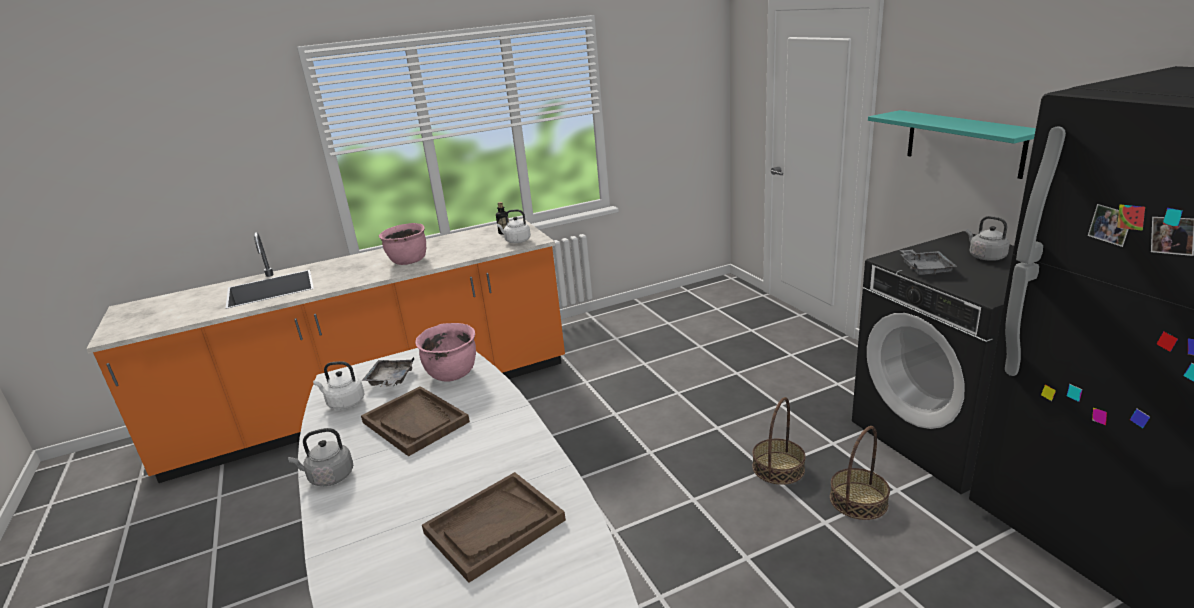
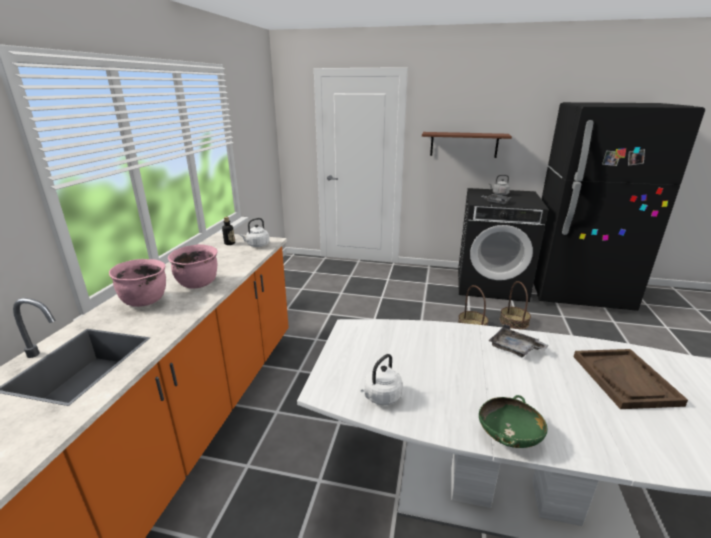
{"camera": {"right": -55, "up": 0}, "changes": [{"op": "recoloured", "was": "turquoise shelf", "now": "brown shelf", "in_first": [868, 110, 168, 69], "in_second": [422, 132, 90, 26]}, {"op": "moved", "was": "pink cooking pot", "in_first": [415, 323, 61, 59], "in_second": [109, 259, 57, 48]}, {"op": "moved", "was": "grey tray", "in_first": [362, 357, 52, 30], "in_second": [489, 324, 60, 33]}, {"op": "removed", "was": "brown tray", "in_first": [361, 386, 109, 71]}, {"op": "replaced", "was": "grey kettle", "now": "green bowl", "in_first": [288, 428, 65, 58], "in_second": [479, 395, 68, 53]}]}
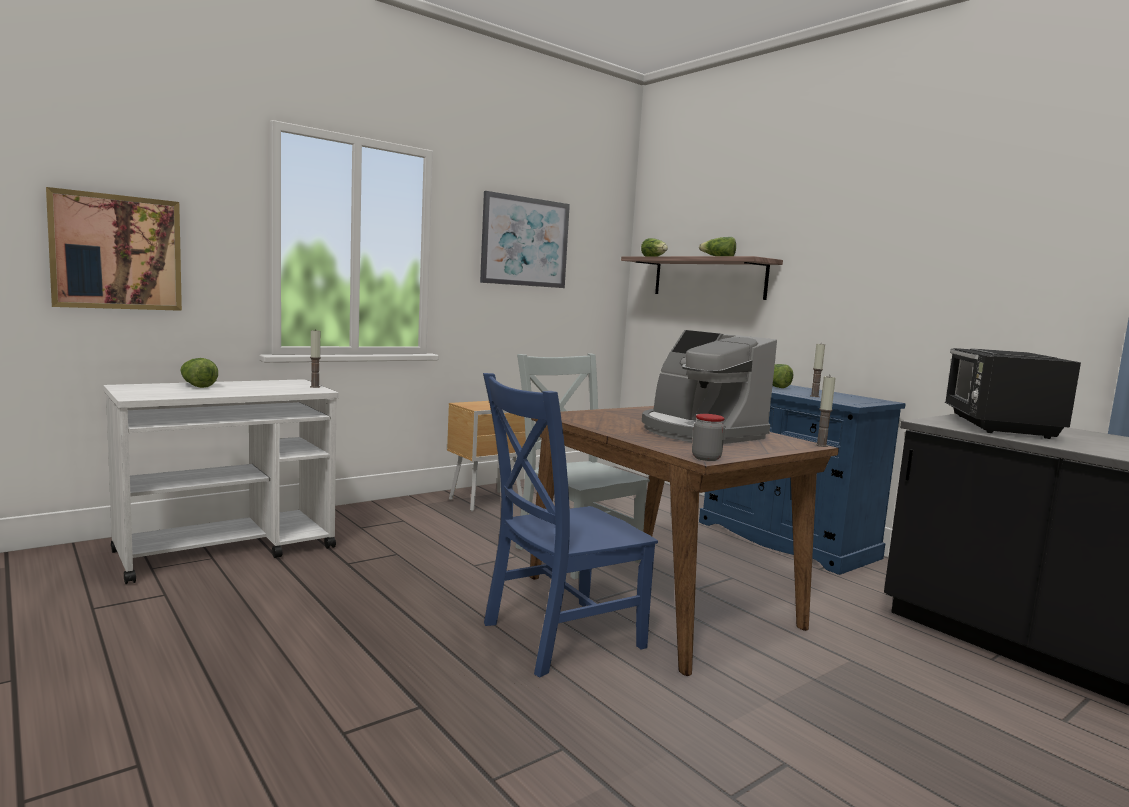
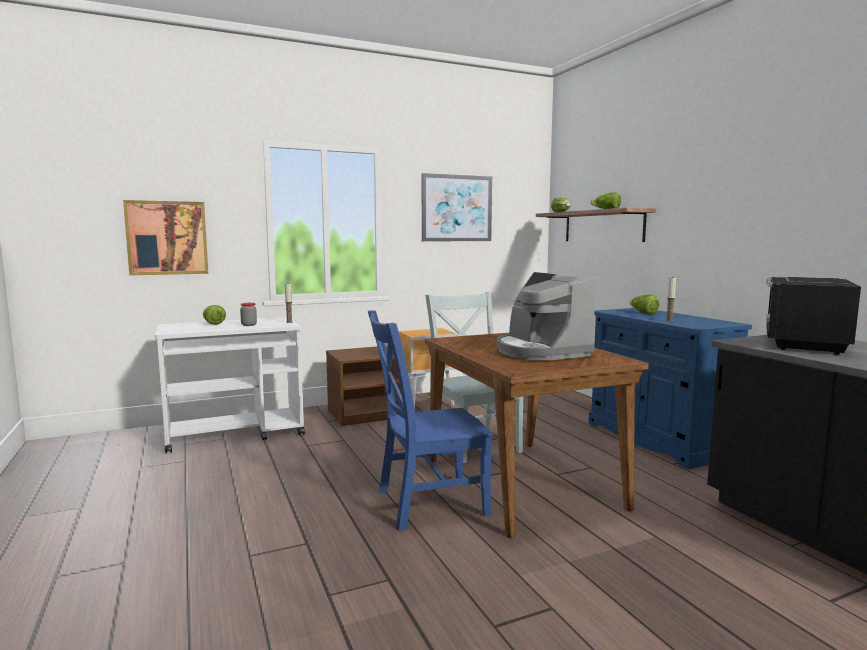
{"camera": {"right": 15, "up": 0}, "changes": [{"op": "removed", "was": "candle", "in_first": [815, 376, 21, 71]}, {"op": "moved", "was": "jar", "in_first": [692, 414, 33, 47], "in_second": [240, 303, 17, 23]}, {"op": "added", "now": "brown nightstand", "in_second": [326, 346, 76, 80]}]}
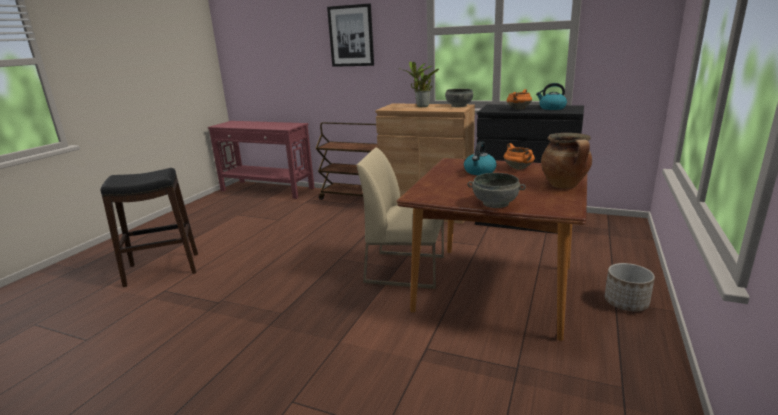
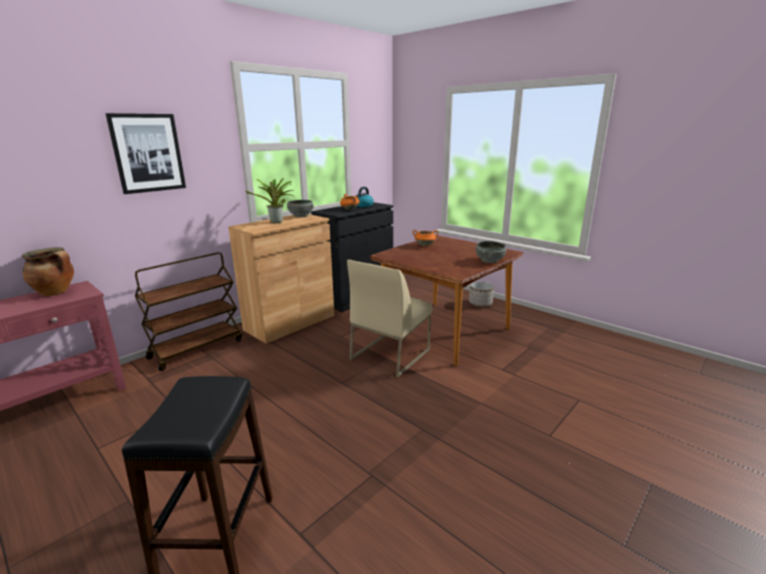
{"camera": {"right": -70, "up": 0}, "changes": [{"op": "moved", "was": "cooking pot", "in_first": [541, 133, 51, 56], "in_second": [22, 247, 52, 49]}, {"op": "removed", "was": "kettle", "in_first": [464, 141, 33, 34]}]}
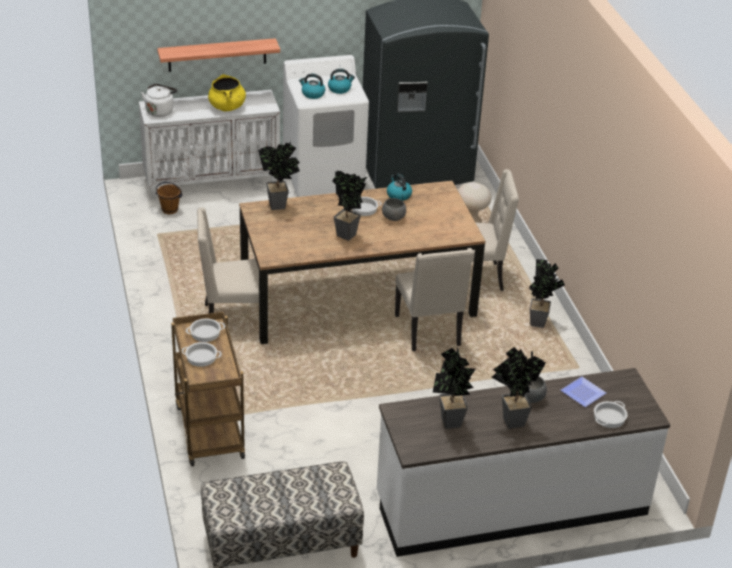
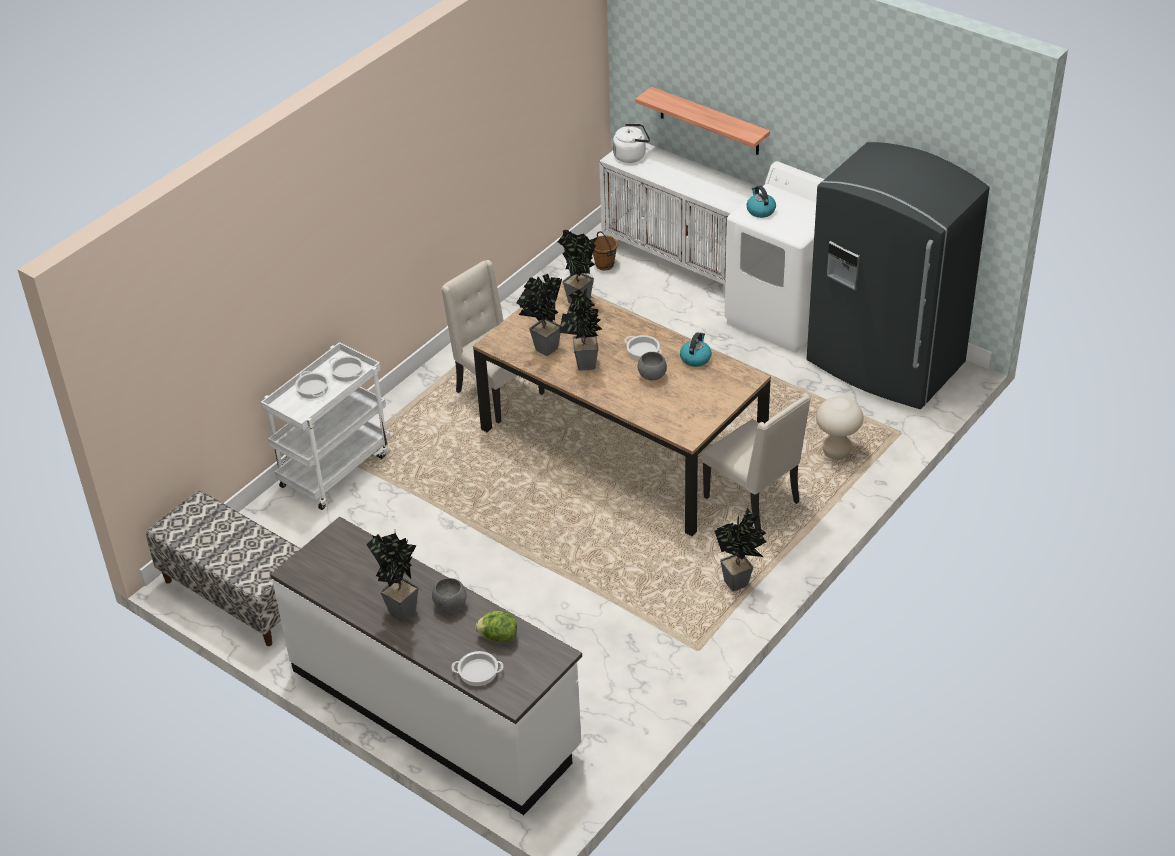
{"camera": {"right": 55, "up": 5}, "changes": [{"op": "removed", "was": "kettle", "in_first": [328, 69, 27, 25]}, {"op": "removed", "was": "yellow cooking pot", "in_first": [208, 74, 38, 37]}, {"op": "removed", "was": "beige chair", "in_first": [395, 248, 78, 103]}, {"op": "recoloured", "was": "brown cart", "now": "white cart", "in_first": [171, 312, 74, 154], "in_second": [261, 342, 130, 168]}, {"op": "moved", "was": "potted plant", "in_first": [433, 347, 43, 82], "in_second": [516, 274, 46, 82]}, {"op": "replaced", "was": "plate", "now": "lettuce", "in_first": [561, 376, 45, 31], "in_second": [476, 610, 41, 32]}]}
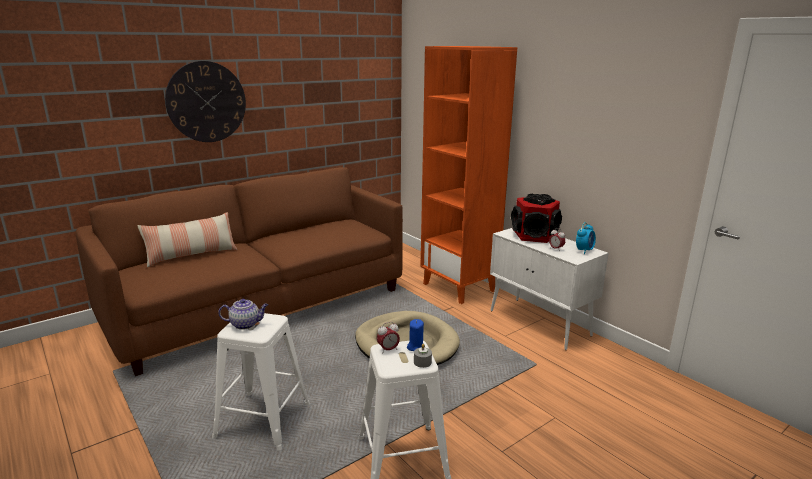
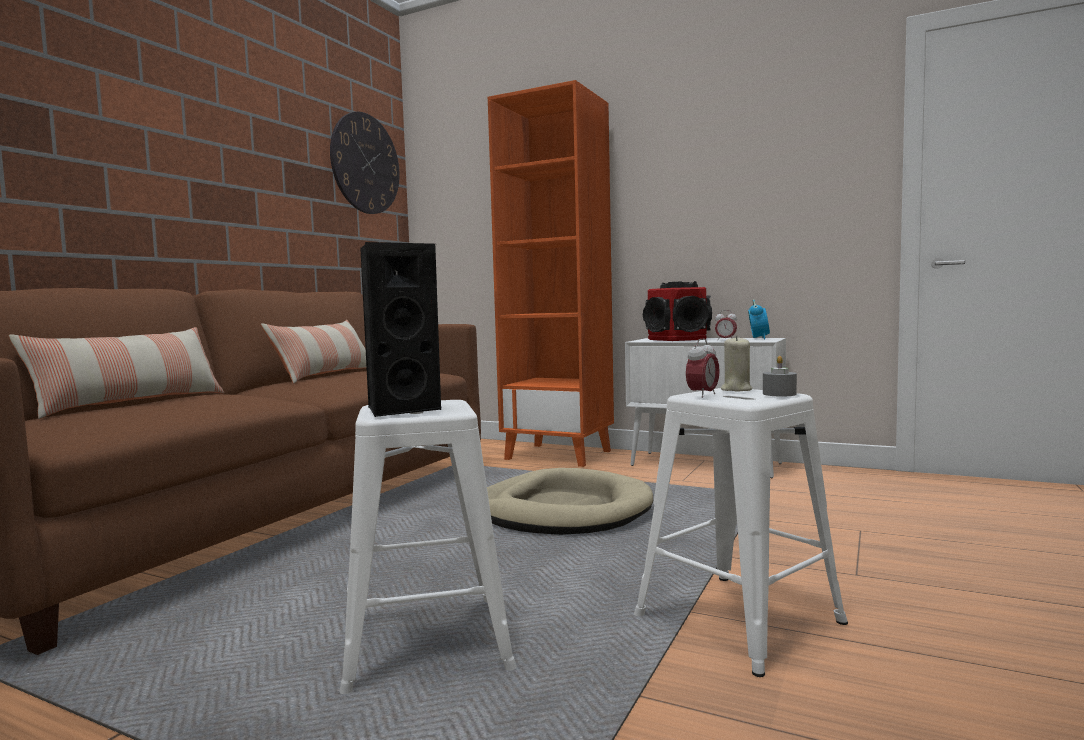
{"camera": {"right": -25, "up": -15}, "changes": [{"op": "moved", "was": "wall clock", "in_first": [165, 61, 81, 81], "in_second": [330, 112, 70, 102]}, {"op": "replaced", "was": "teapot", "now": "black speaker", "in_first": [218, 299, 50, 31], "in_second": [360, 242, 83, 175]}, {"op": "recoloured", "was": "blue candle", "now": "beige candle", "in_first": [407, 319, 18, 32], "in_second": [721, 335, 31, 57]}, {"op": "added", "now": "pillow", "in_second": [261, 320, 105, 64]}]}
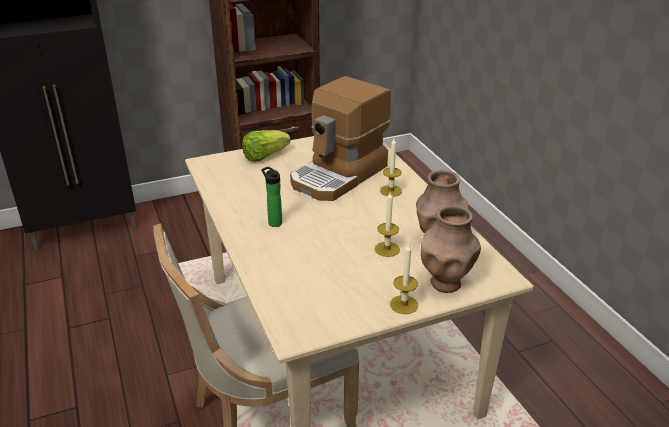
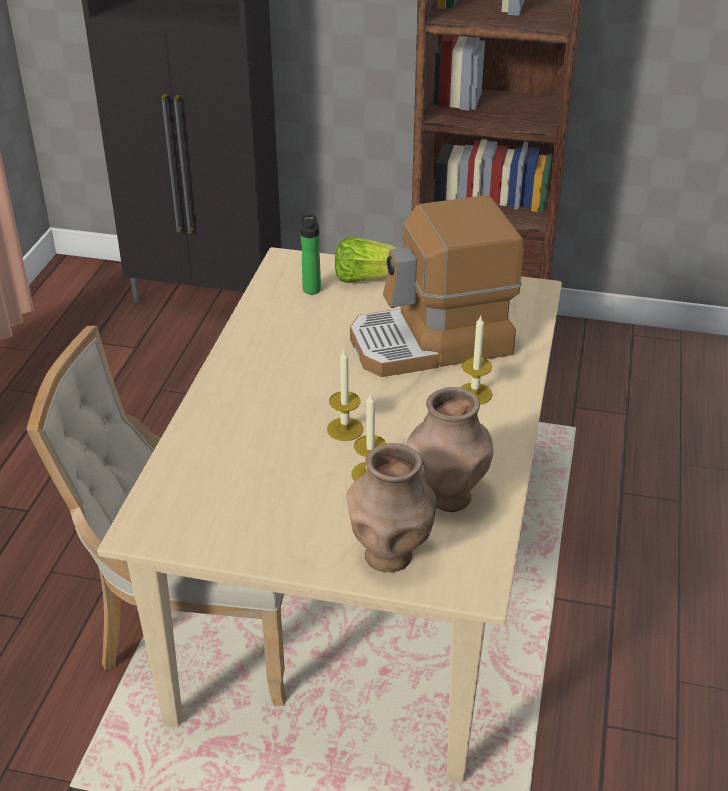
{"camera": {"right": 35, "up": 5}, "changes": [{"op": "moved", "was": "bottle", "in_first": [261, 166, 21, 61], "in_second": [300, 214, 21, 81]}, {"op": "moved", "was": "candle", "in_first": [390, 243, 28, 71], "in_second": [327, 350, 36, 91]}]}
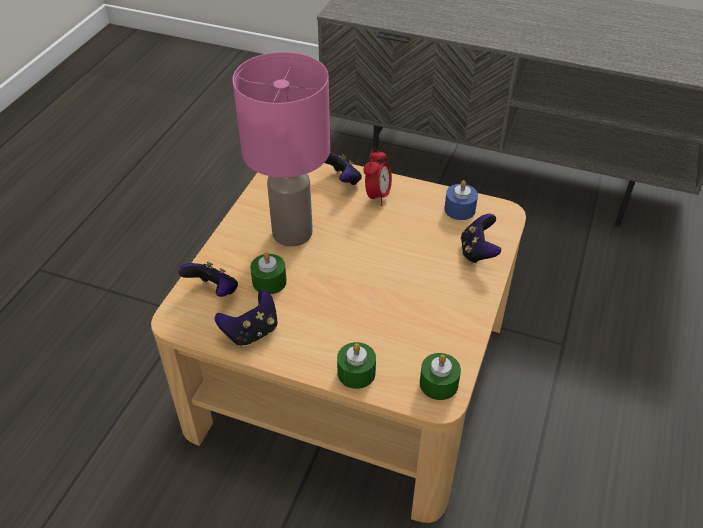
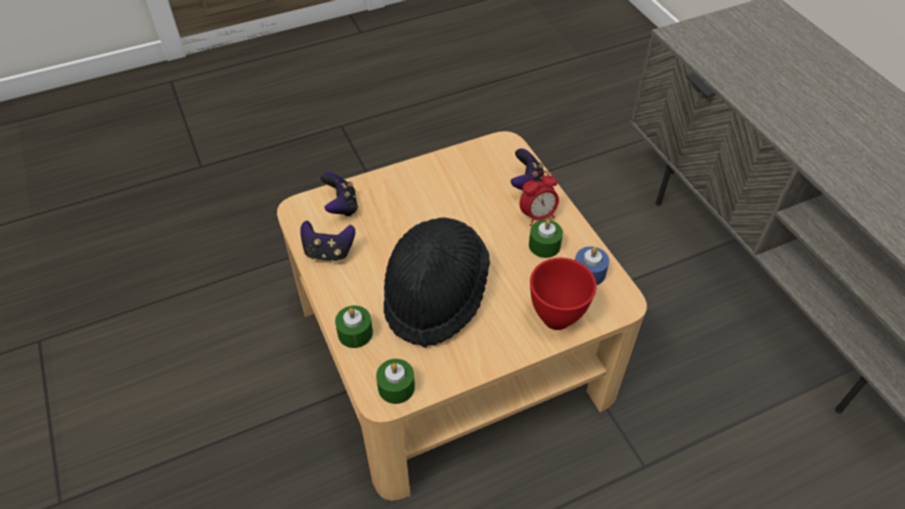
{"camera": {"right": 45, "up": 5}, "changes": [{"op": "removed", "was": "pink table lamp", "in_first": [232, 52, 98, 195]}, {"op": "replaced", "was": "game controller", "now": "red bowl", "in_first": [461, 214, 40, 50], "in_second": [530, 258, 66, 72]}, {"op": "moved", "was": "green candle", "in_first": [250, 252, 37, 42], "in_second": [529, 219, 34, 39]}, {"op": "added", "now": "black hat", "in_second": [384, 218, 106, 130]}]}
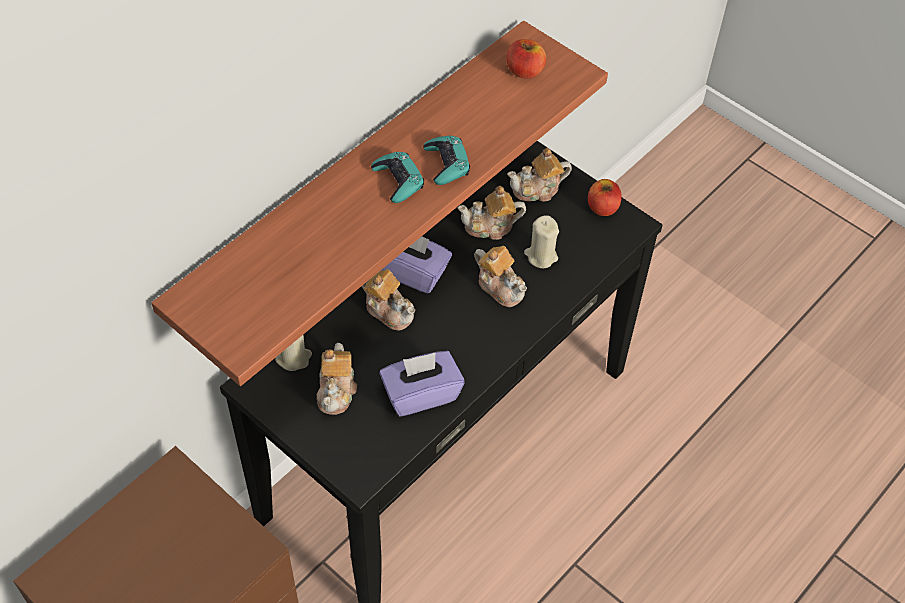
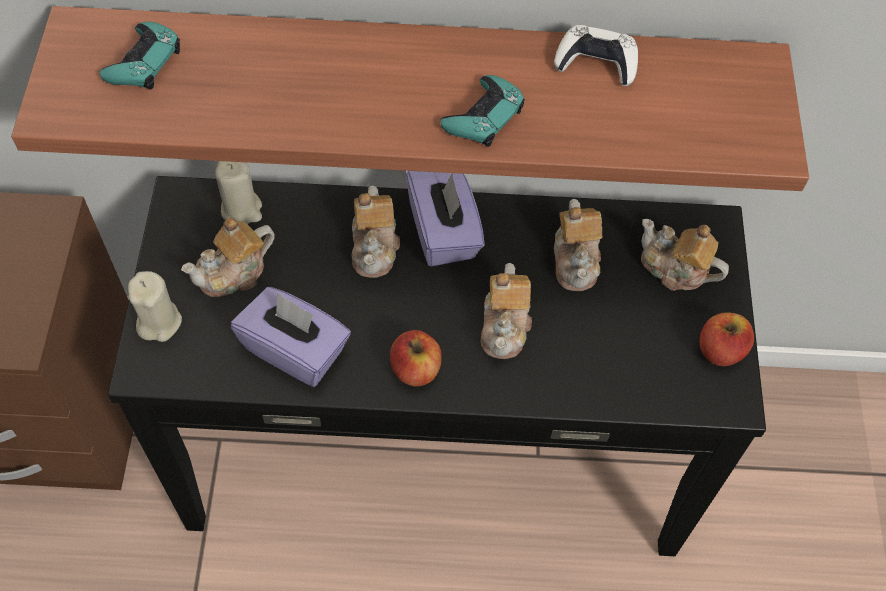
{"camera": {"right": 50, "up": 5}, "changes": [{"op": "moved", "was": "apple", "in_first": [506, 39, 40, 40], "in_second": [390, 330, 52, 56]}, {"op": "moved", "was": "turquoise game controller", "in_first": [371, 152, 53, 51], "in_second": [100, 22, 80, 68]}, {"op": "turned", "was": "teapot", "in_first": [458, 186, 68, 54], "in_second": [554, 199, 49, 92], "clockwise": -135}, {"op": "moved", "was": "beige candle", "in_first": [524, 215, 35, 53], "in_second": [128, 271, 54, 71]}, {"op": "added", "now": "white game controller", "in_second": [554, 25, 84, 61]}]}
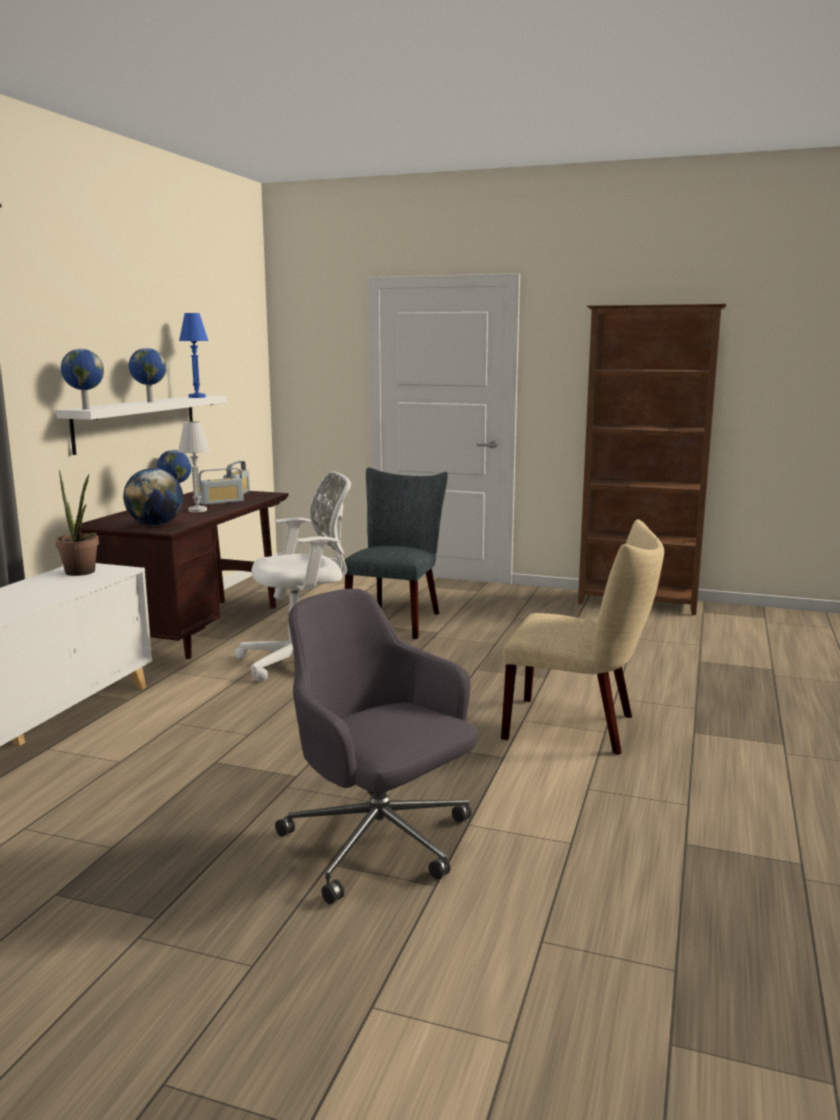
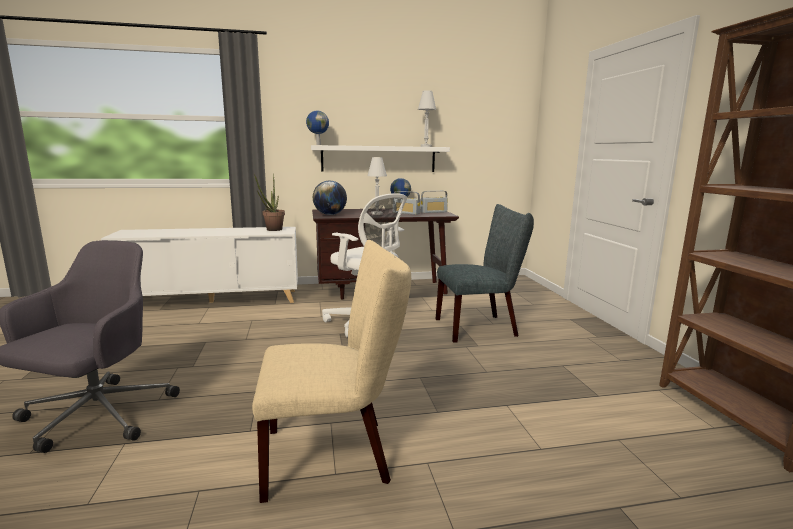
{"camera": {"right": 60, "up": 0}, "changes": [{"op": "recoloured", "was": "blue table lamp", "now": "white table lamp", "in_first": [179, 313, 29, 85], "in_second": [418, 90, 18, 57]}, {"op": "removed", "was": "globe", "in_first": [129, 348, 37, 54]}, {"op": "turned", "was": "beige chair", "in_first": [501, 519, 163, 236], "in_second": [252, 240, 159, 263], "clockwise": -90}]}
